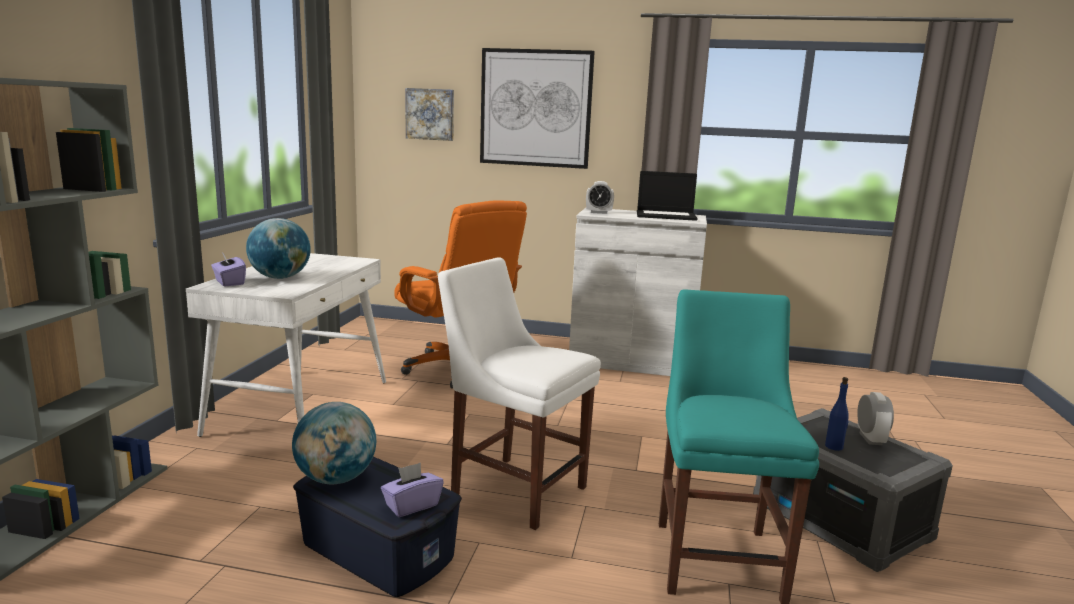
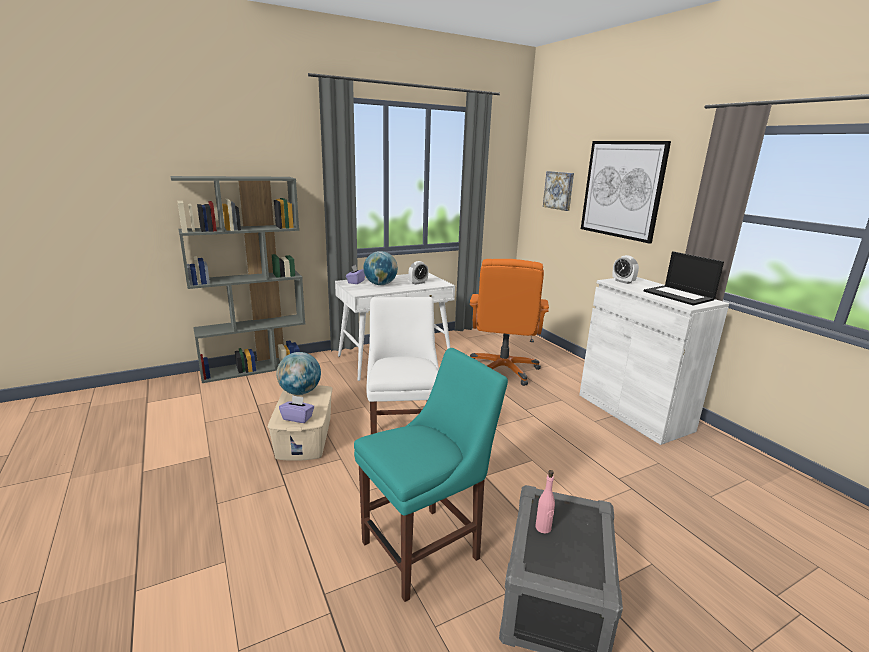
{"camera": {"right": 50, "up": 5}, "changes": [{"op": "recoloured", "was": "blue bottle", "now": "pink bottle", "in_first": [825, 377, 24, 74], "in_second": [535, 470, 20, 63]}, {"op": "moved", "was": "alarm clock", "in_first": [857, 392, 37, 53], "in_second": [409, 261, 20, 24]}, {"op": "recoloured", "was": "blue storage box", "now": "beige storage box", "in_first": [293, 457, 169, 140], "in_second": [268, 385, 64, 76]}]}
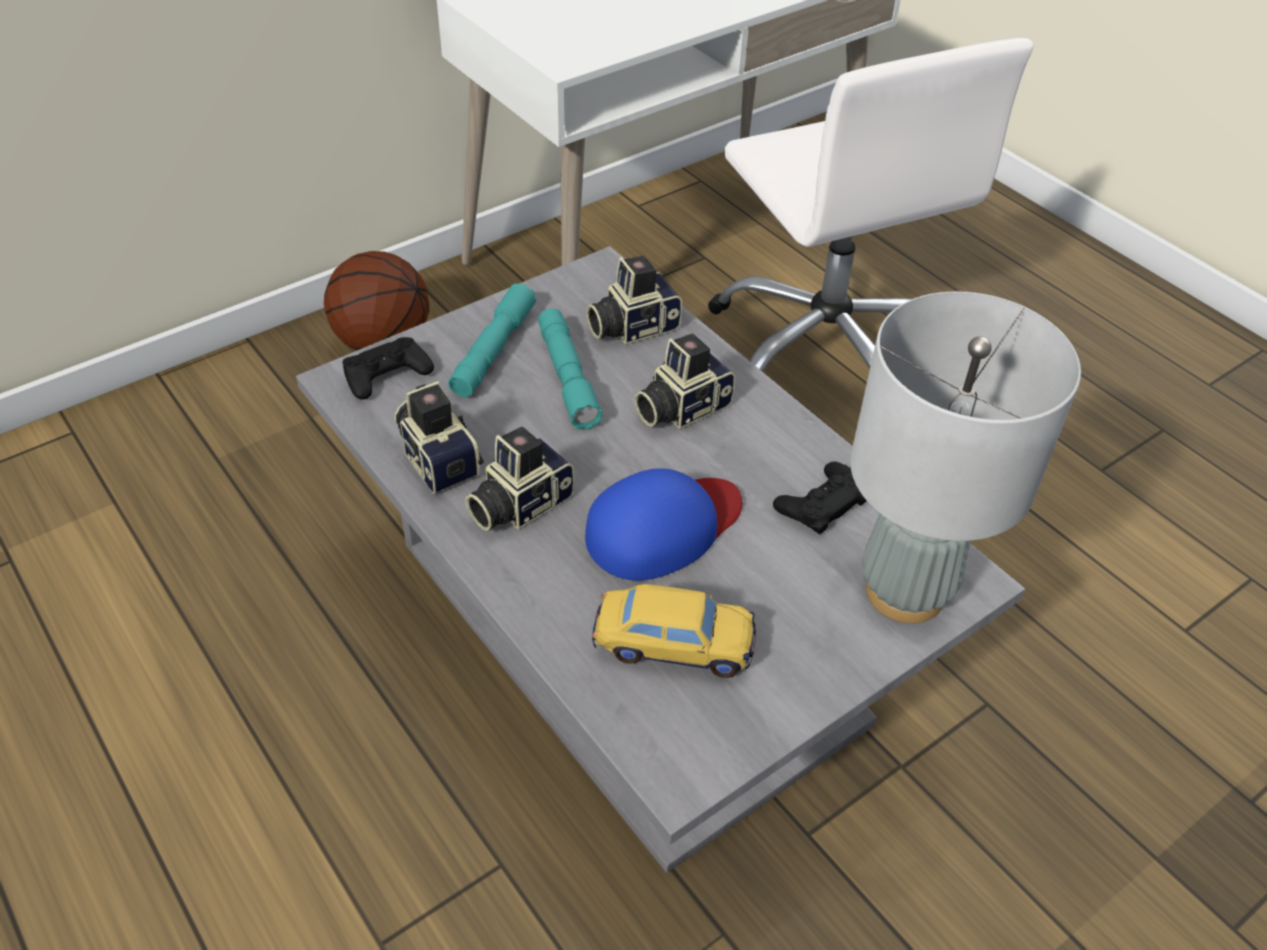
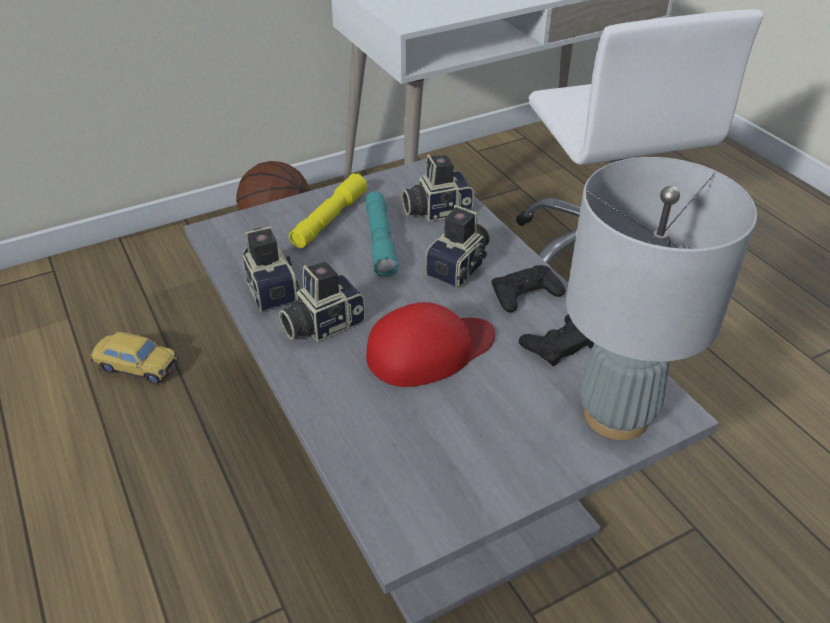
{"camera": {"right": 10, "up": -5}, "changes": [{"op": "recoloured", "was": "turquoise flashlight", "now": "yellow flashlight", "in_first": [448, 283, 88, 114], "in_second": [289, 173, 79, 75]}, {"op": "turned", "was": "photo camera", "in_first": [634, 334, 101, 95], "in_second": [425, 205, 65, 83], "clockwise": 150}, {"op": "moved", "was": "black game controller", "in_first": [342, 337, 92, 63], "in_second": [492, 265, 74, 47]}, {"op": "recoloured", "was": "blue cap", "now": "red cap", "in_first": [585, 468, 157, 113], "in_second": [366, 302, 129, 85]}, {"op": "moved", "was": "toy car", "in_first": [592, 584, 164, 94], "in_second": [90, 332, 89, 53]}]}
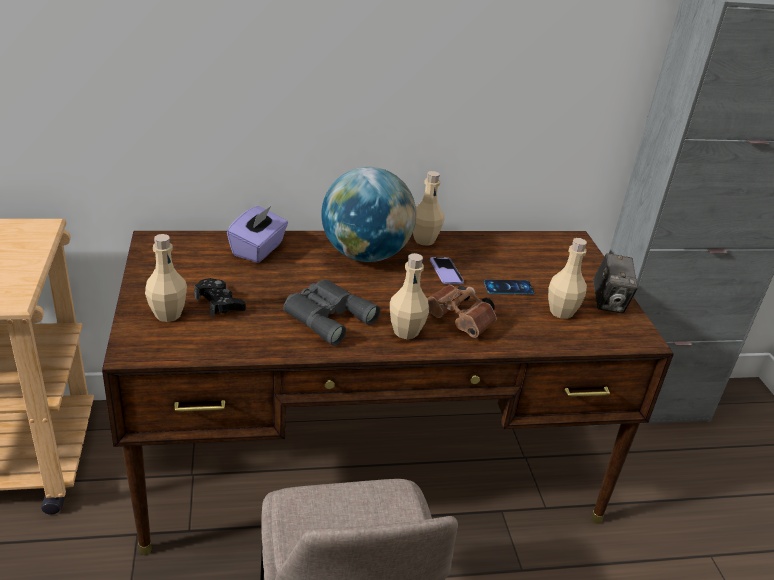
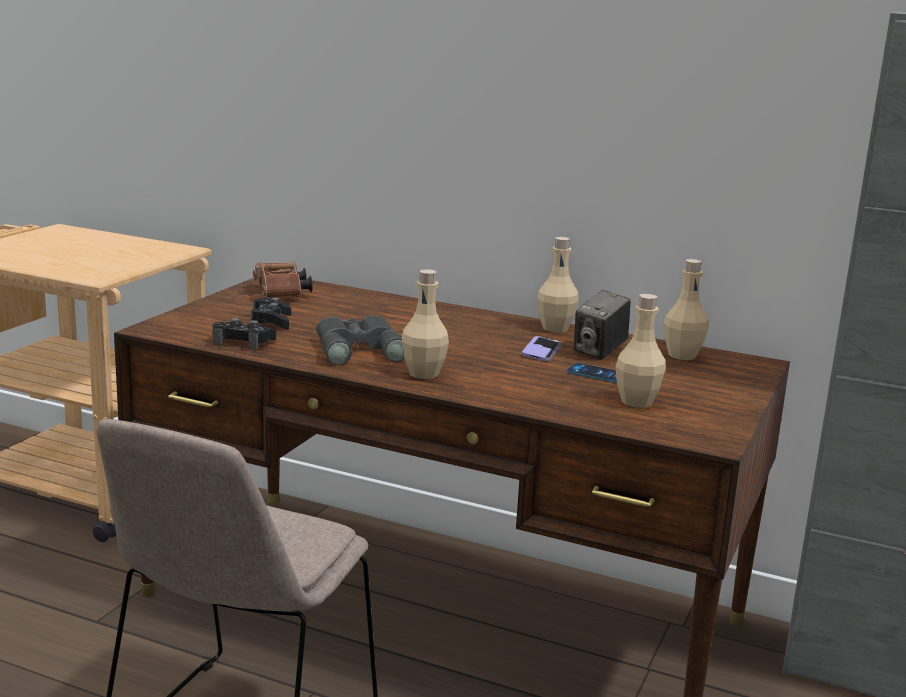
{"camera": {"right": 35, "up": -15}, "changes": [{"op": "removed", "was": "globe", "in_first": [321, 167, 95, 95]}, {"op": "removed", "was": "purple tissue box", "in_first": [227, 206, 61, 57]}, {"op": "moved", "was": "beige bottle", "in_first": [145, 234, 42, 88], "in_second": [663, 259, 46, 101]}, {"op": "moved", "was": "photo camera", "in_first": [593, 253, 45, 61], "in_second": [574, 290, 57, 70]}, {"op": "moved", "was": "brown binoculars", "in_first": [427, 285, 70, 53], "in_second": [253, 260, 60, 37]}, {"op": "added", "now": "black game controller", "in_second": [212, 318, 64, 33]}]}
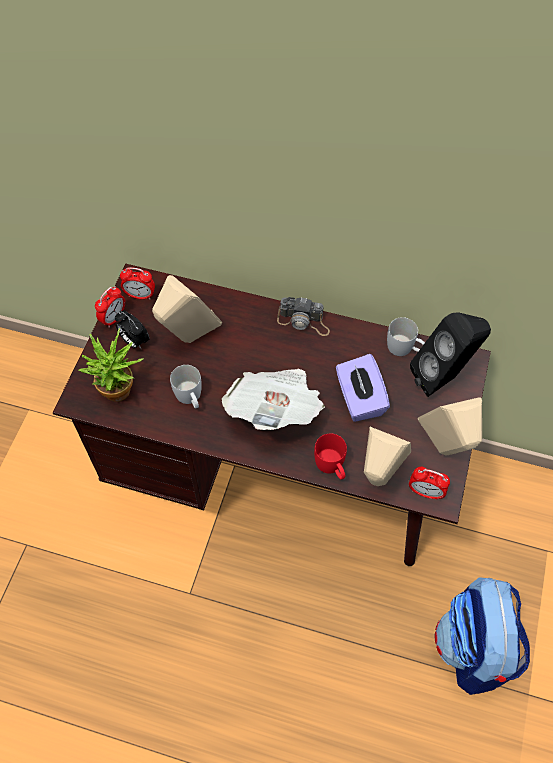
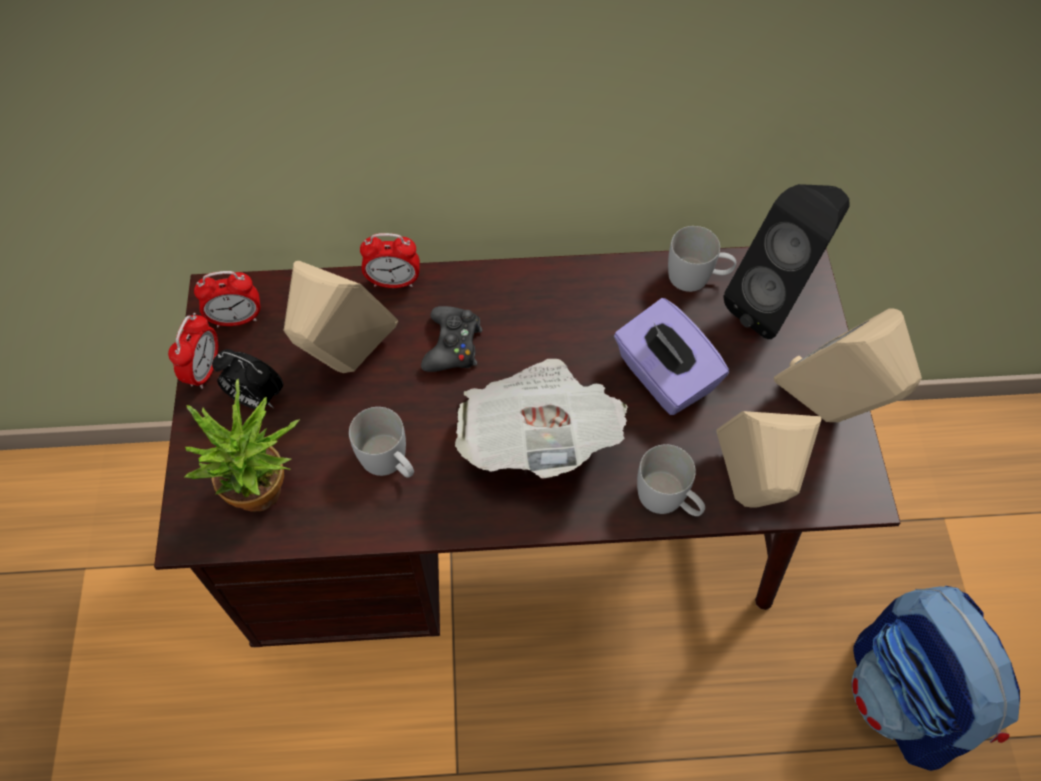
{"camera": {"right": -20, "up": 0}, "changes": [{"op": "removed", "was": "photo camera", "in_first": [277, 297, 53, 39]}, {"op": "recoloured", "was": "red mug", "now": "white mug", "in_first": [314, 434, 33, 46], "in_second": [637, 444, 68, 72]}, {"op": "moved", "was": "alarm clock", "in_first": [409, 467, 41, 33], "in_second": [360, 233, 60, 55]}, {"op": "added", "now": "black game controller", "in_second": [421, 306, 61, 66]}]}
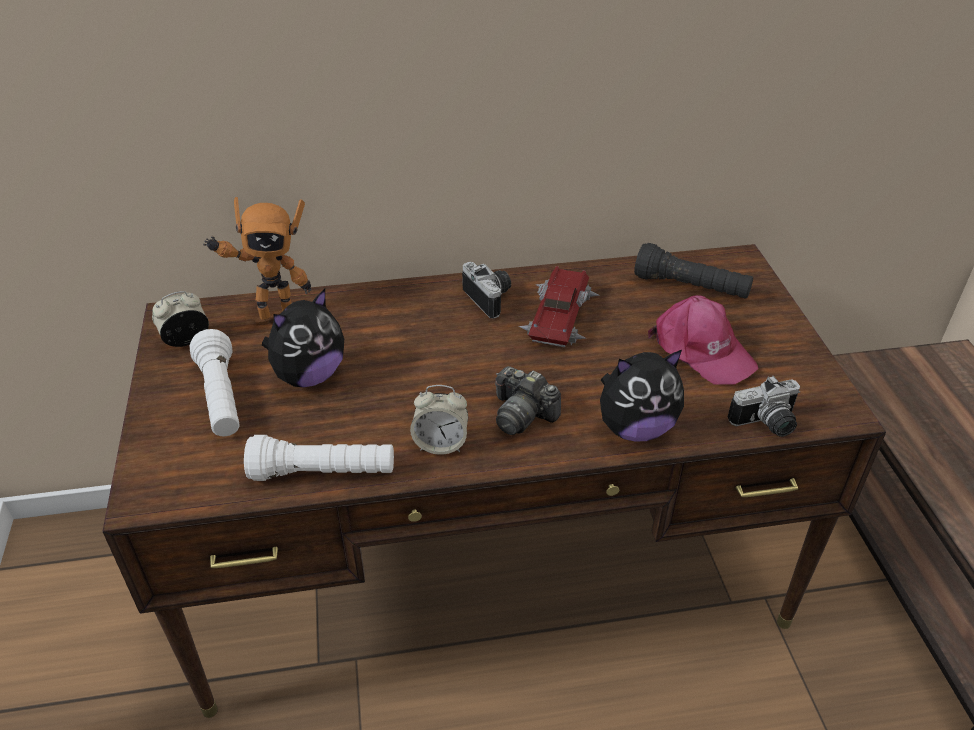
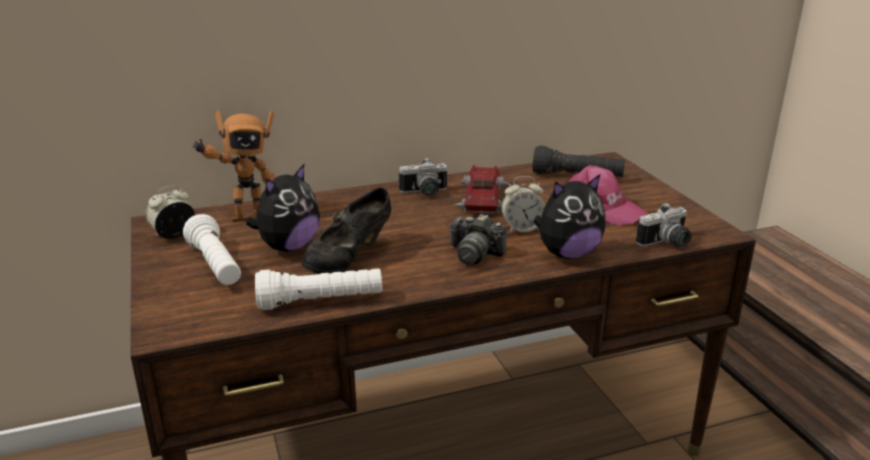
{"camera": {"right": -10, "up": -15}, "changes": [{"op": "turned", "was": "photo camera", "in_first": [462, 262, 49, 57], "in_second": [399, 158, 48, 38], "clockwise": 120}, {"op": "moved", "was": "alarm clock", "in_first": [410, 385, 58, 70], "in_second": [501, 176, 44, 57]}, {"op": "added", "now": "black shoe", "in_second": [302, 187, 89, 87]}]}
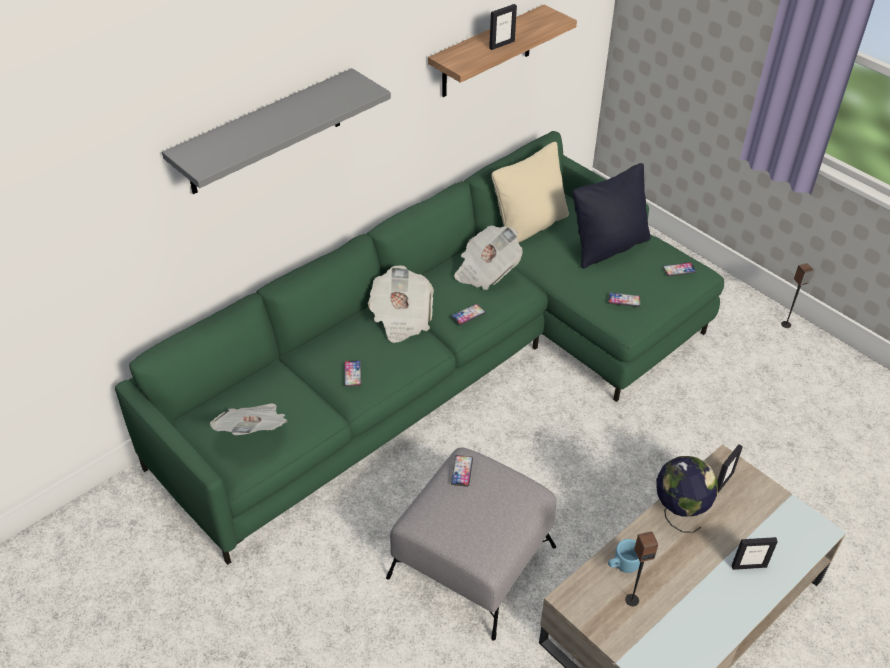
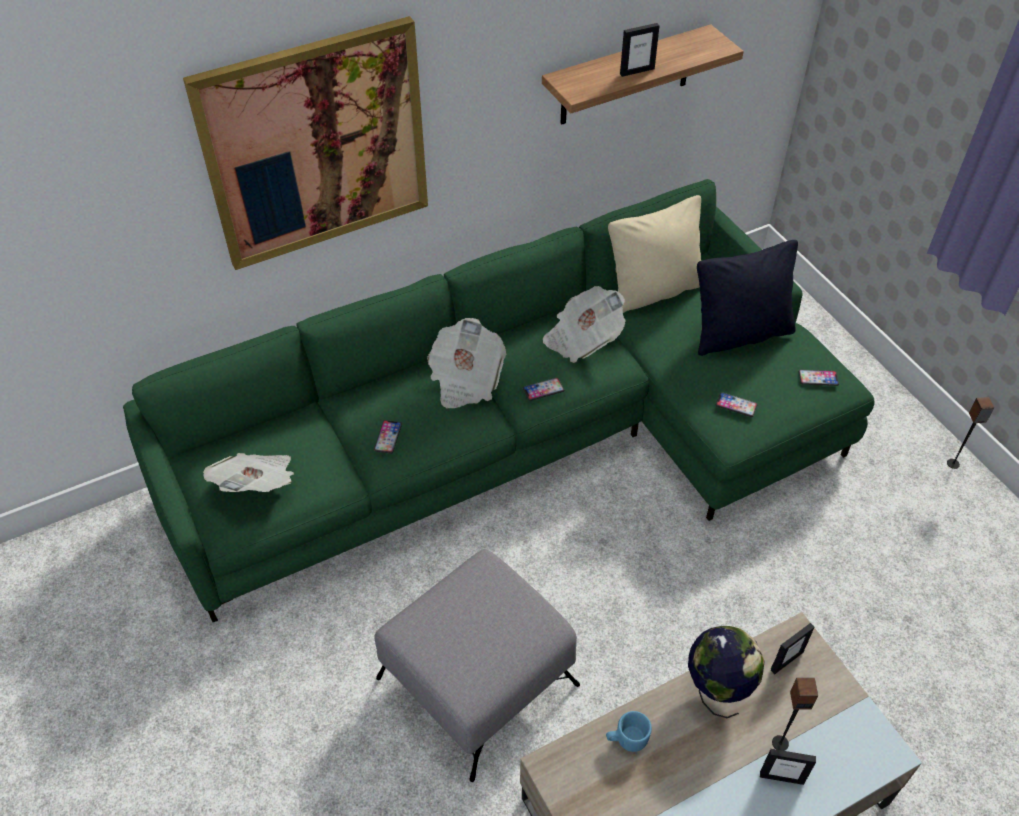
{"camera": {"right": 15, "up": 5}, "changes": [{"op": "replaced", "was": "grey shelf", "now": "picture", "in_first": [162, 68, 229, 126], "in_second": [183, 16, 245, 254]}, {"op": "removed", "was": "phone", "in_first": [451, 455, 22, 32]}, {"op": "moved", "was": "speaker", "in_first": [625, 531, 33, 75], "in_second": [772, 677, 46, 74]}]}
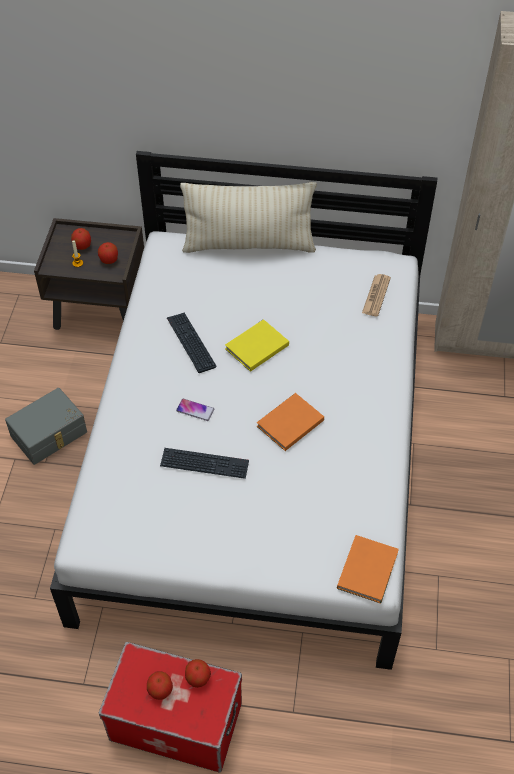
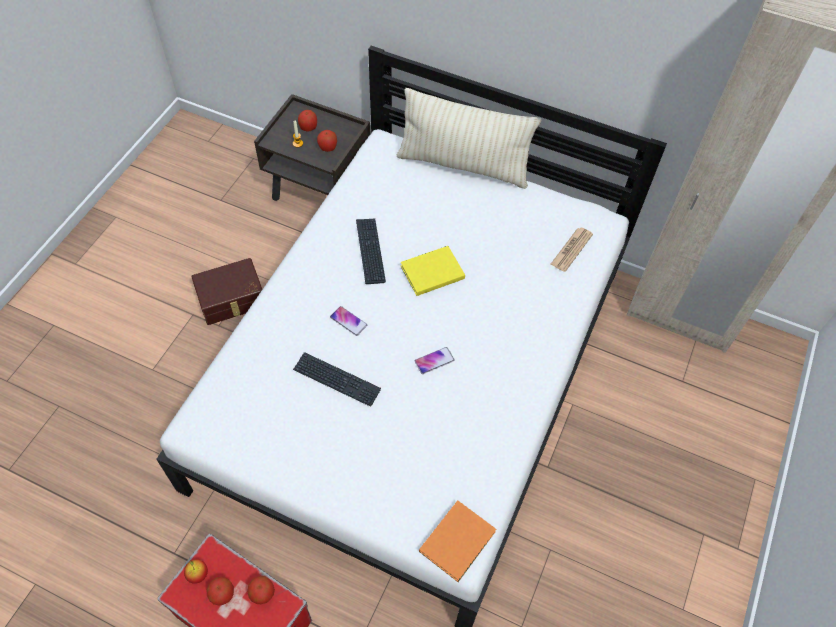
{"camera": {"right": 15, "up": 5}, "changes": [{"op": "recoloured", "was": "grey storage box", "now": "brown storage box", "in_first": [5, 388, 82, 77], "in_second": [191, 258, 71, 67]}, {"op": "replaced", "was": "orange book", "now": "phone", "in_first": [257, 393, 67, 58], "in_second": [415, 347, 40, 27]}, {"op": "added", "now": "apple", "in_second": [184, 559, 24, 25]}]}
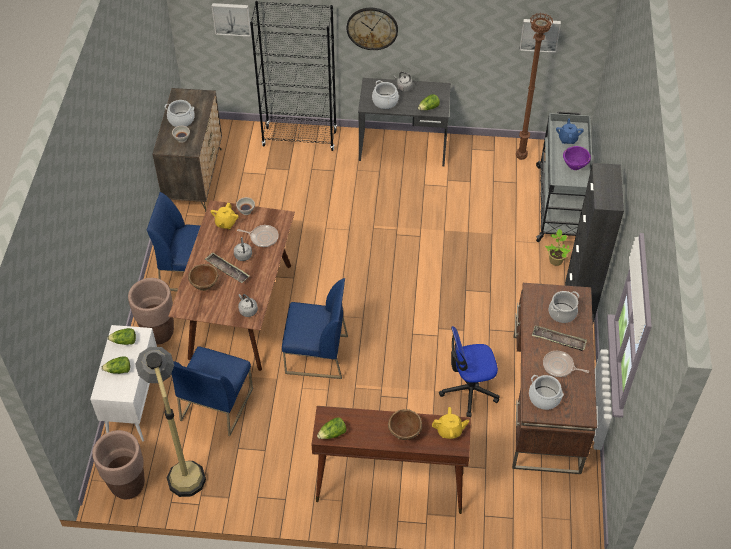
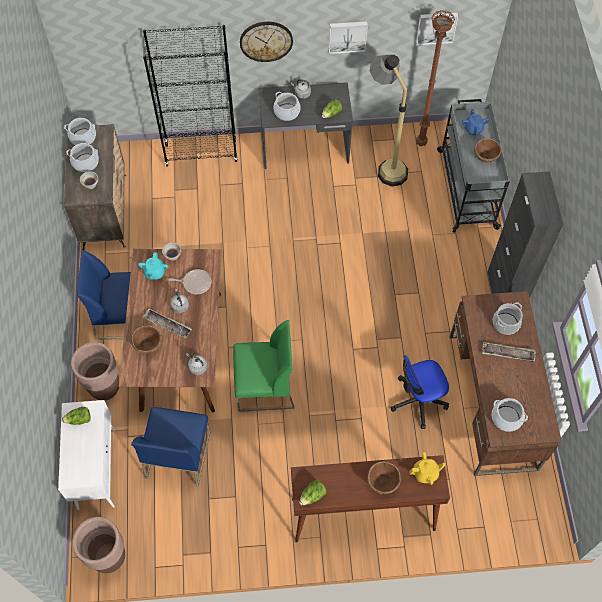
{"camera": {"right": -10, "up": 10}, "changes": [{"op": "moved", "was": "picture", "in_first": [212, 3, 39, 34], "in_second": [329, 21, 39, 33]}, {"op": "recoloured", "was": "purple bowl", "now": "brown bowl", "in_first": [563, 146, 28, 24], "in_second": [474, 138, 28, 25]}, {"op": "recoloured", "was": "yellow teapot", "now": "turquoise teapot", "in_first": [211, 202, 28, 27], "in_second": [138, 252, 30, 28]}, {"op": "removed", "was": "potted plant", "in_first": [545, 229, 26, 37]}, {"op": "recoloured", "was": "blue chair", "now": "green chair", "in_first": [282, 278, 66, 101], "in_second": [233, 320, 62, 92]}, {"op": "moved", "was": "floor lamp", "in_first": [135, 347, 71, 150], "in_second": [370, 55, 38, 132]}, {"op": "removed", "was": "frying pan", "in_first": [543, 351, 46, 26]}, {"op": "removed", "was": "lettuce", "in_first": [101, 356, 29, 18]}, {"op": "added", "now": "cooking pot", "in_second": [64, 118, 32, 27]}]}
